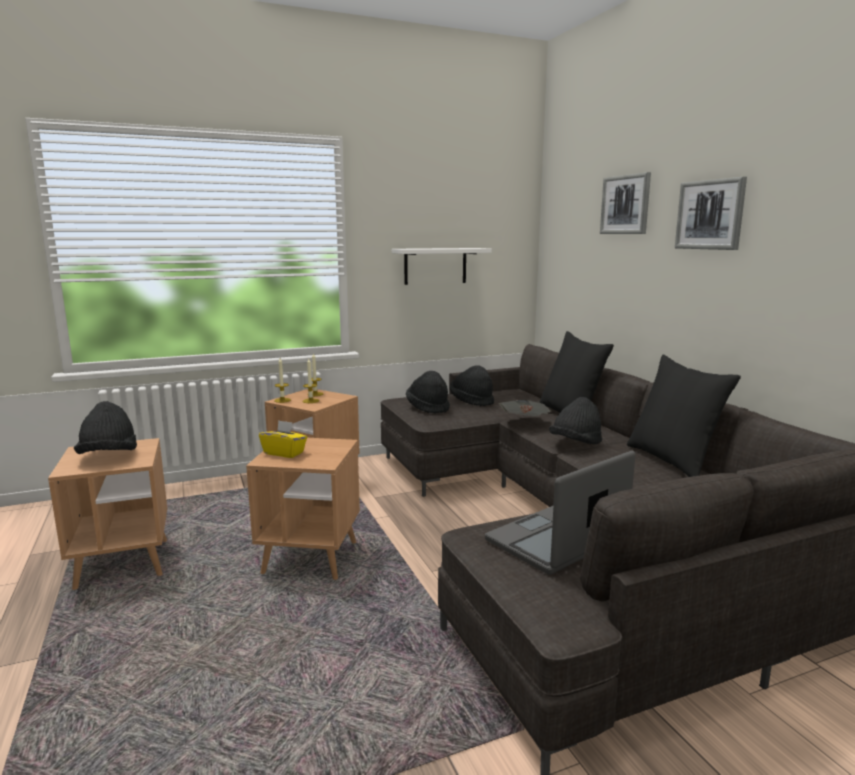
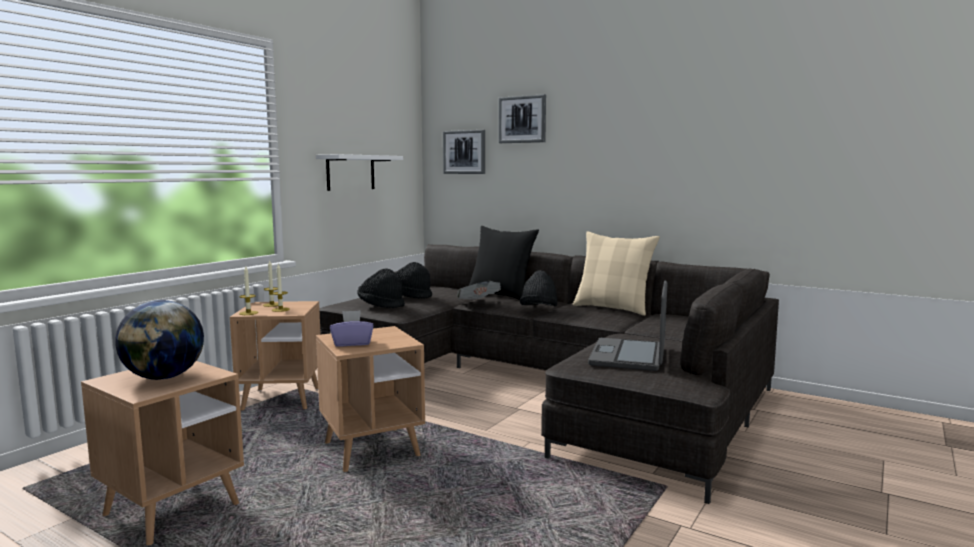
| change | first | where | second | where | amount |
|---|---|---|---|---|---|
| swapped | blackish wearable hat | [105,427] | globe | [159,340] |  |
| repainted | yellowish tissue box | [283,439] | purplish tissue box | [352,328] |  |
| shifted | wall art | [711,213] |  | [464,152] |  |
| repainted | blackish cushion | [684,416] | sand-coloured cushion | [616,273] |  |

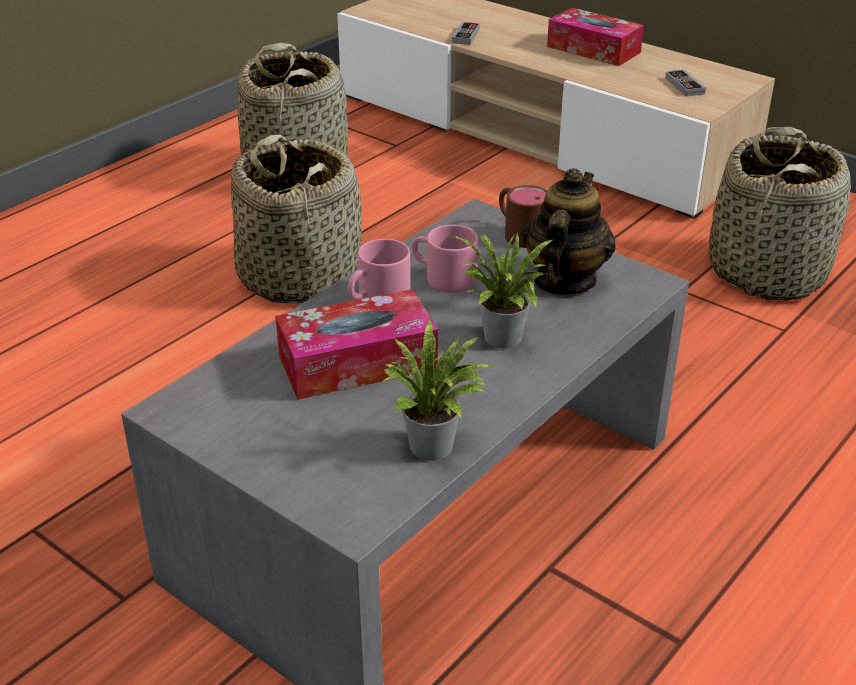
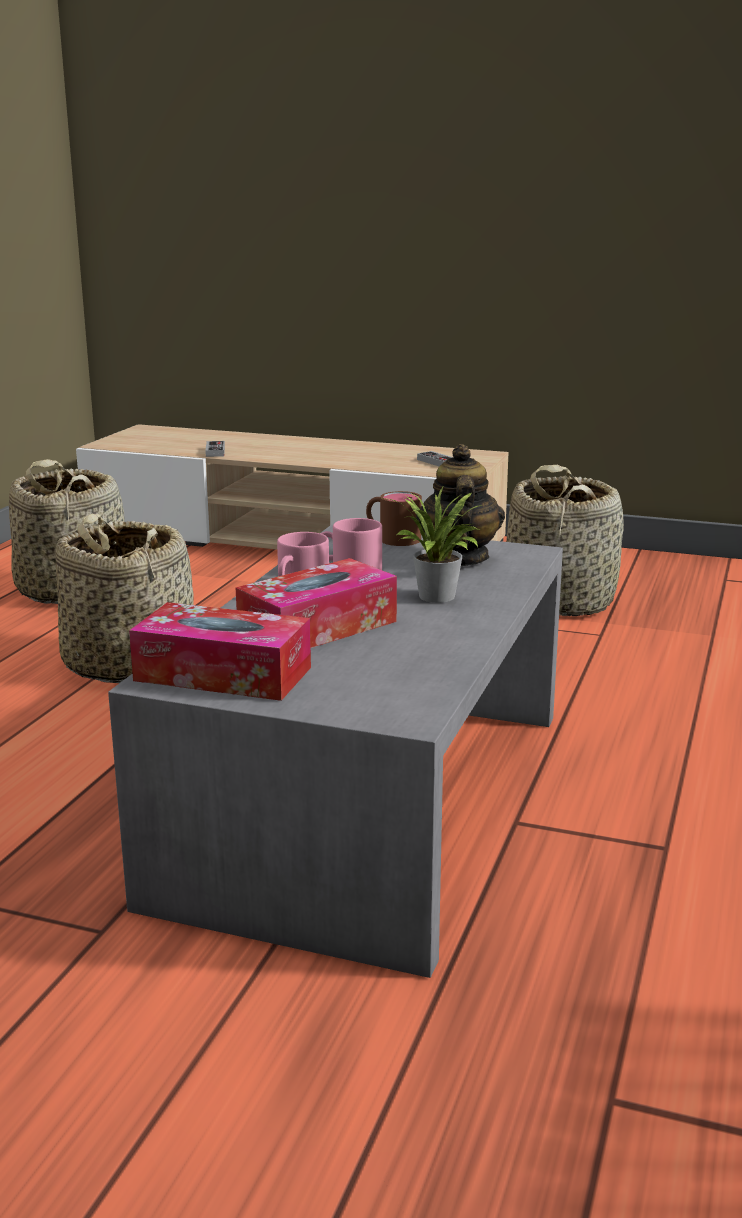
| change | first | where | second | where | amount |
|---|---|---|---|---|---|
| shifted | tissue box | [595,37] |  | [220,651] |  |
| gone | houseplant | [439,389] |  |  |  |

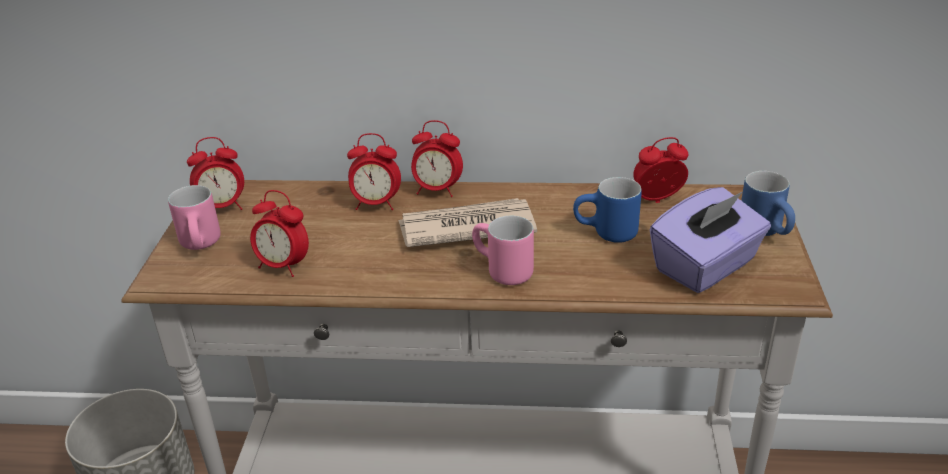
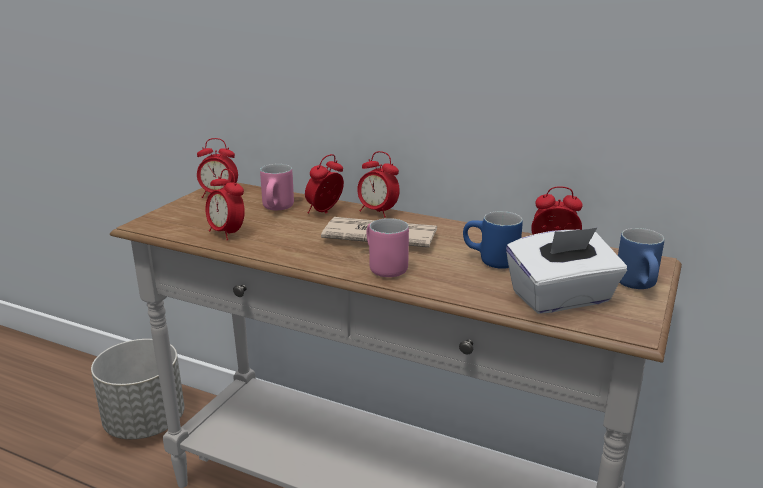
| change | first | where | second | where | amount |
|---|---|---|---|---|---|
| shifted | pink tea mug | [194,217] |  | [277,187] |  |
| rotated | bedside clock | [374,171] |  | [324,184] | 105 degrees clockwise |
| repainted | purplish tissue box | [710,240] | white tissue box | [566,271] |  |

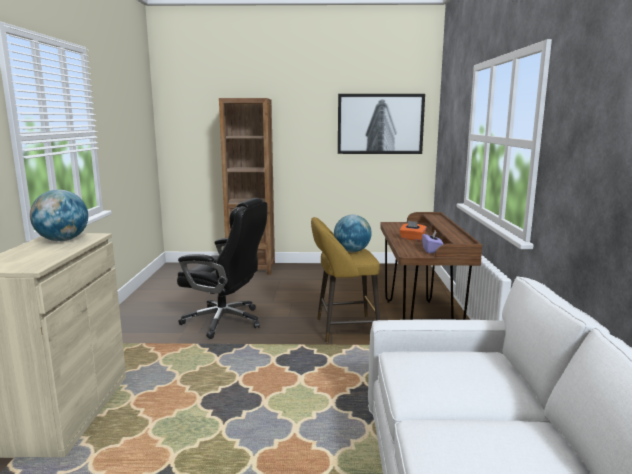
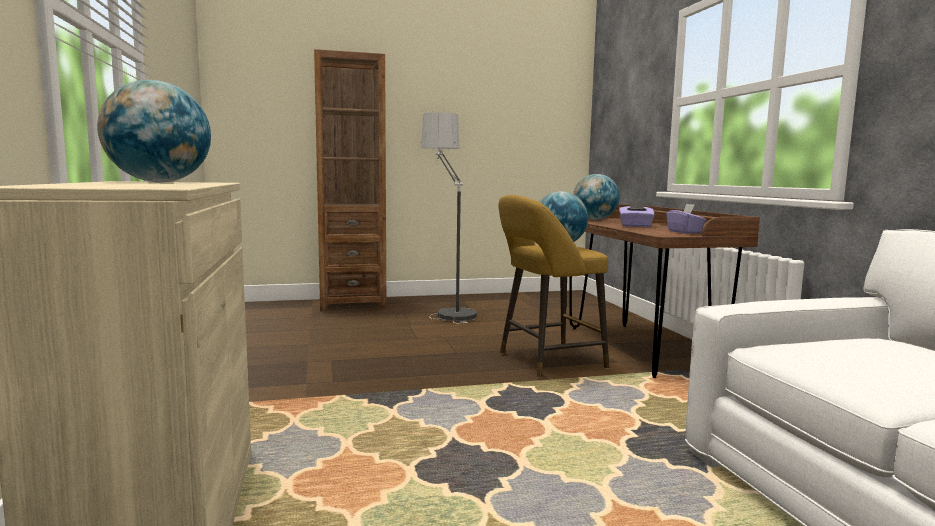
| change | first | where | second | where | amount |
|---|---|---|---|---|---|
| new |  |  | floor lamp | [449,217] |  |
| new |  |  | globe | [596,197] |  |
| repainted | orange-coloured tissue box | [412,231] | purplish tissue box | [637,213] |  |
| gone | blackish office chair | [222,268] |  |  |  |
| gone | wall art | [381,124] |  |  |  |

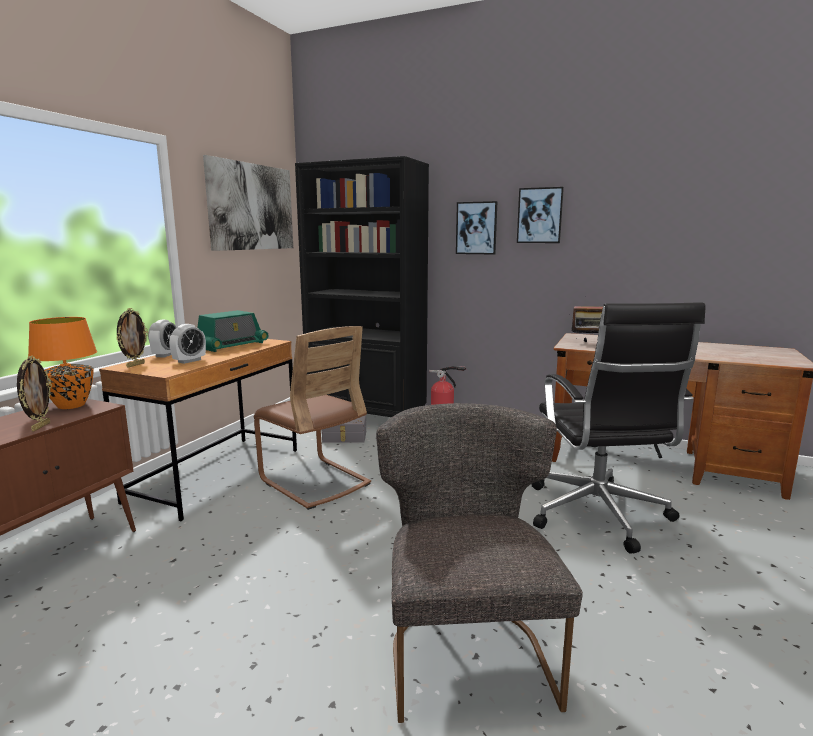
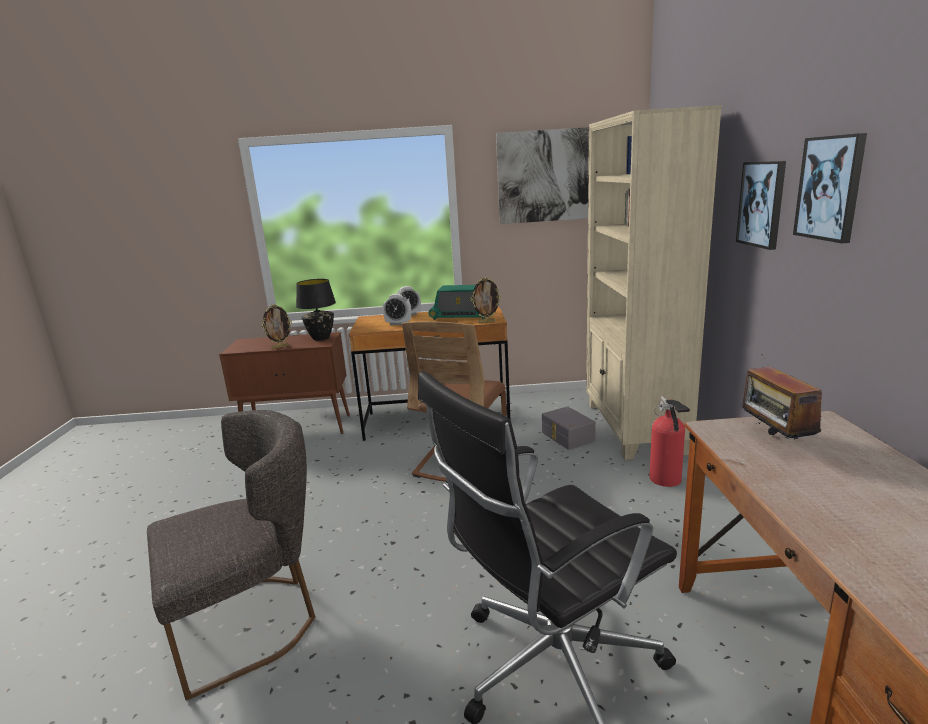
| change | first | where | second | where | amount |
|---|---|---|---|---|---|
| repainted | orange-coloured tabletop lamp | [62,363] | blackish tabletop lamp | [316,310] |  |
| shifted | photo frame | [132,338] |  | [486,300] |  |
| repainted | blackish bookshelf | [362,286] | sand-coloured bookshelf | [654,282] |  |

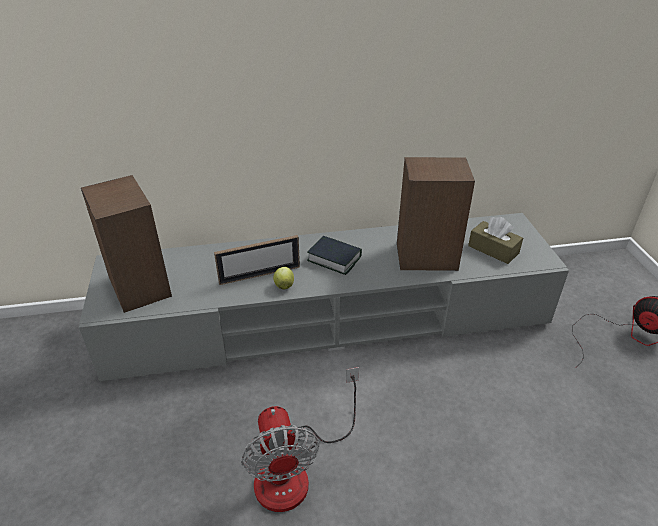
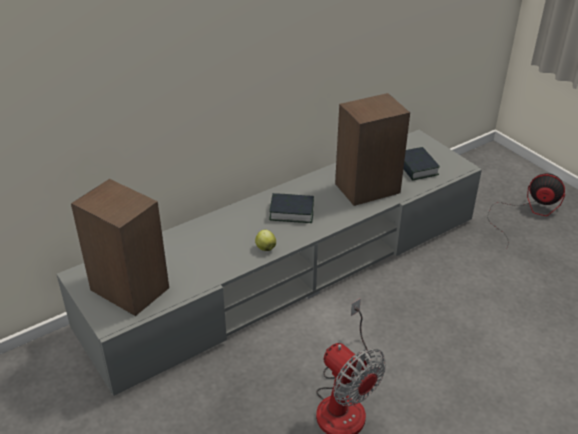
| change | first | where | second | where | amount |
|---|---|---|---|---|---|
| swapped | brown tissue box | [495,240] | bound book | [422,164] |  |
| gone | photo frame | [257,260] |  |  |  |

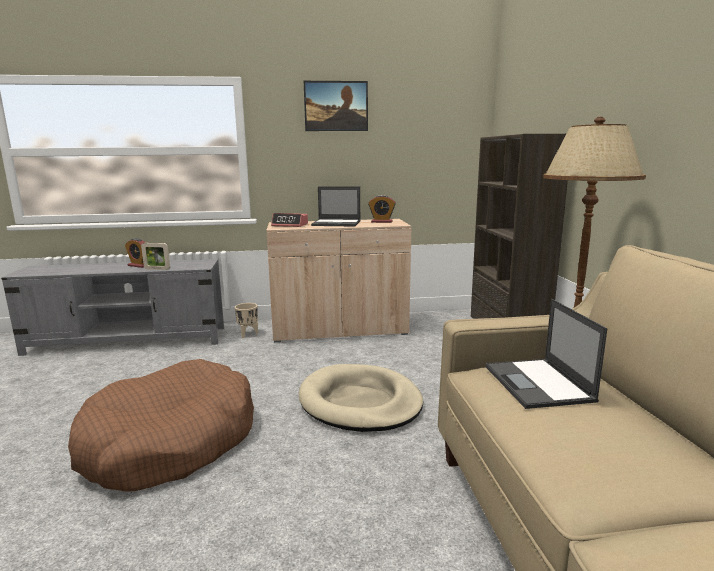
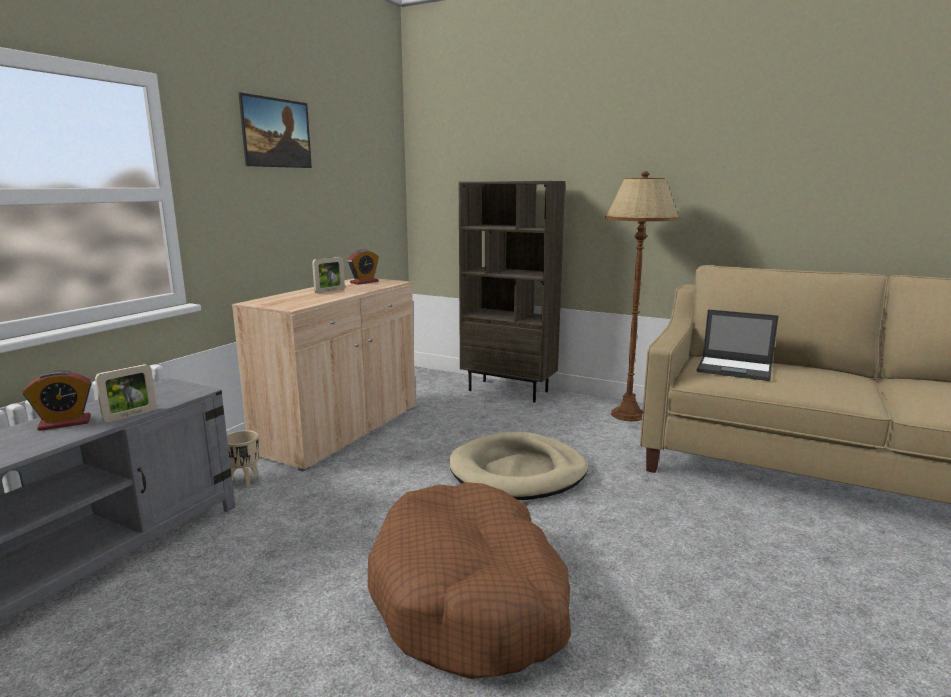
| change | first | where | second | where | amount |
|---|---|---|---|---|---|
| swapped | notebook computer | [336,206] | photo frame | [328,275] |  |
| gone | bedside clock | [289,220] |  |  |  |

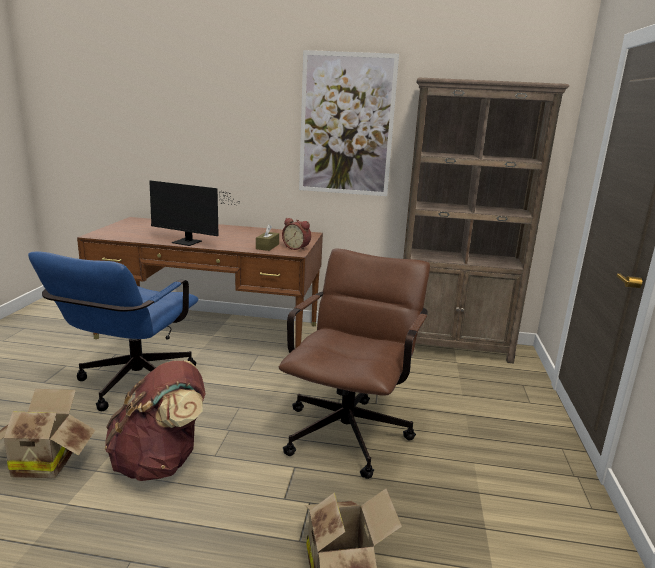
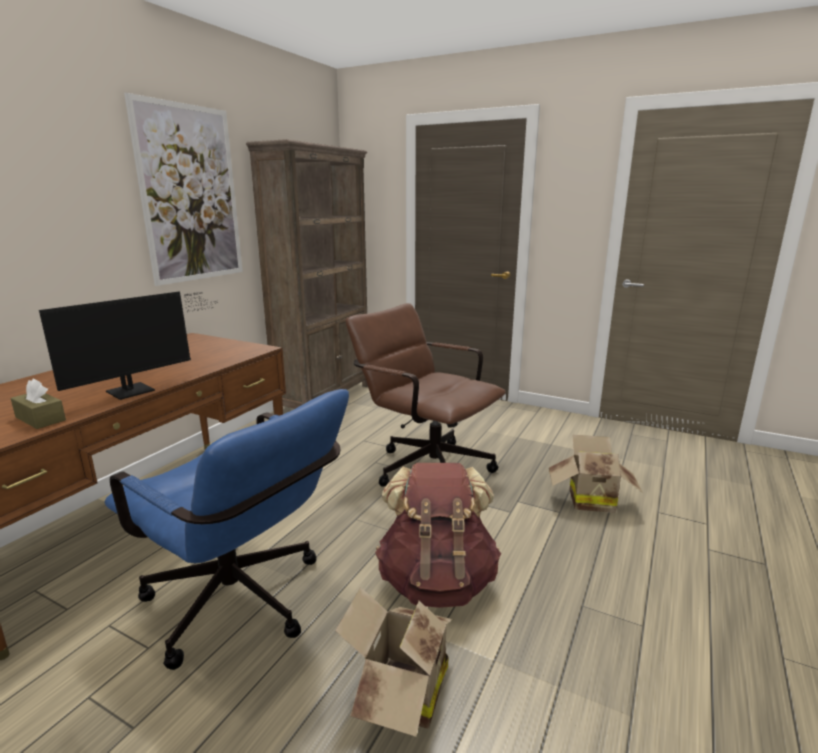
| change | first | where | second | where | amount |
|---|---|---|---|---|---|
| shifted | brown tissue box | [267,237] |  | [38,404] |  |
| gone | bedside clock | [296,234] |  |  |  |

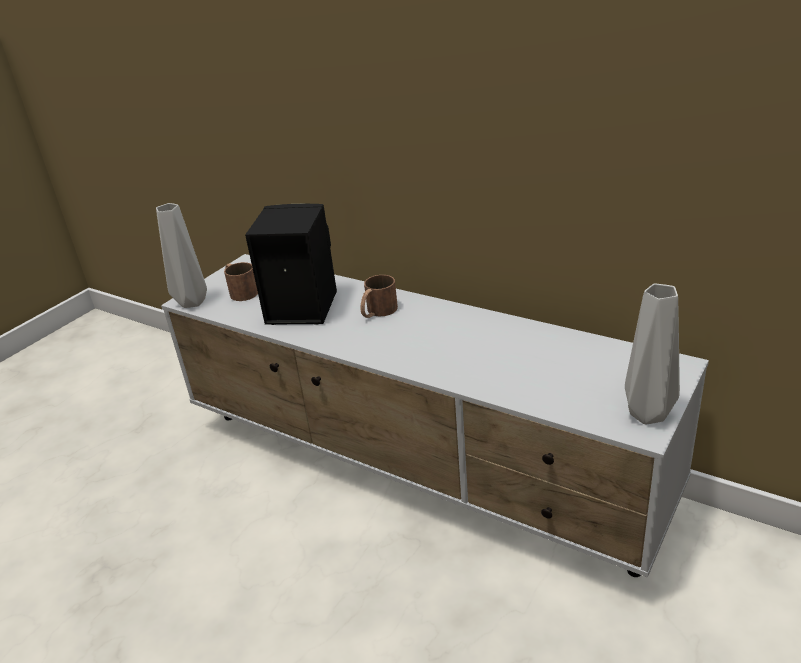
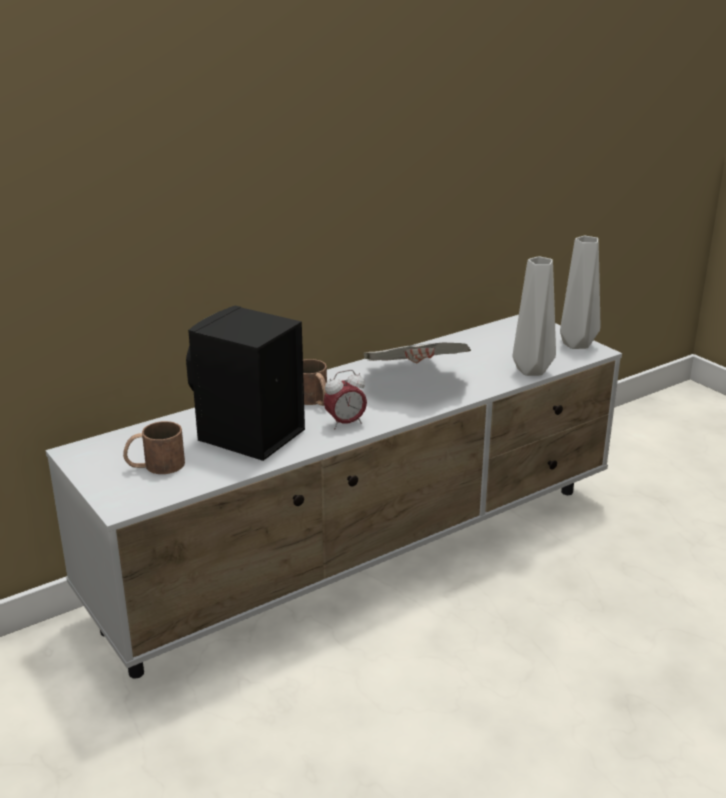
| change | first | where | second | where | amount |
|---|---|---|---|---|---|
| new |  |  | bedside clock | [345,399] |  |
| new |  |  | daily paper | [417,352] |  |
| shifted | grey flower vase | [181,255] |  | [534,316] |  |

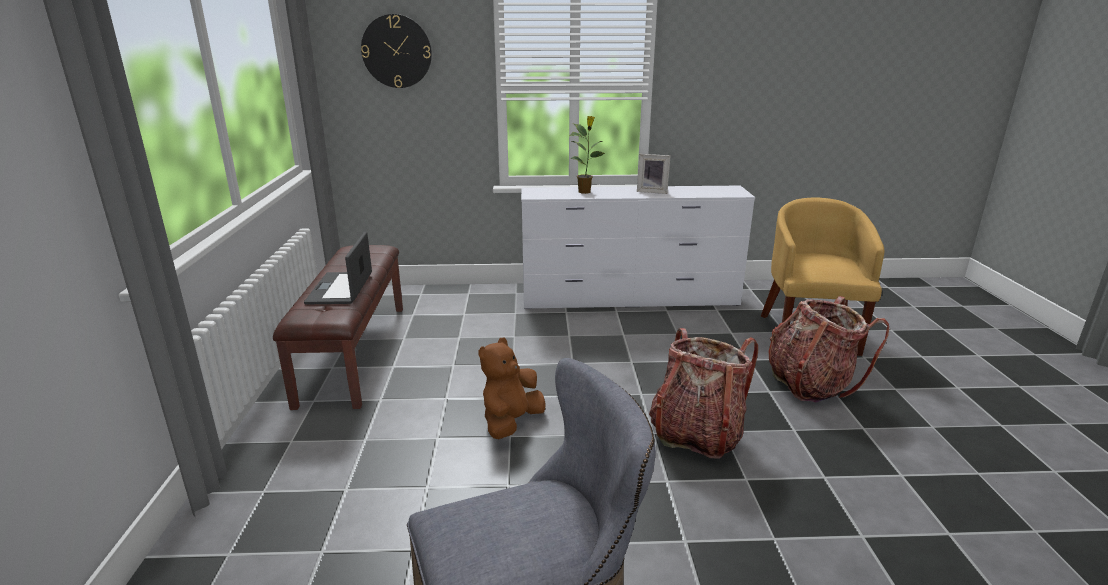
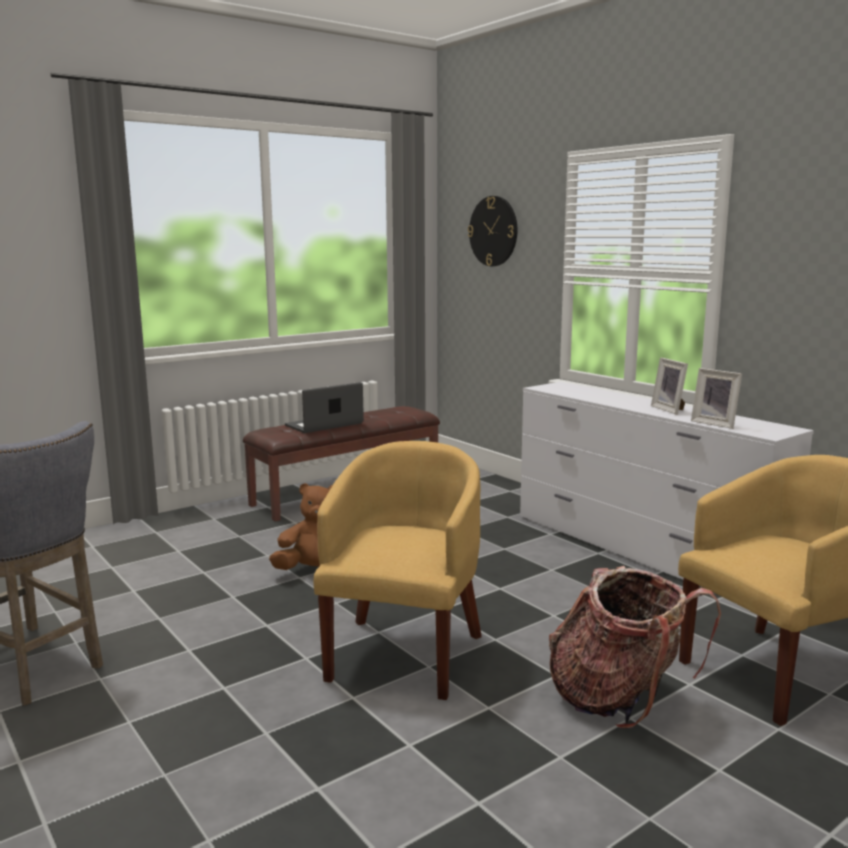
| change | first | where | second | where | amount |
|---|---|---|---|---|---|
| swapped | backpack | [703,393] | yellowish easy chair | [398,570] |  |
| new |  |  | photo frame | [716,398] |  |
| gone | houseplant | [588,155] |  |  |  |

